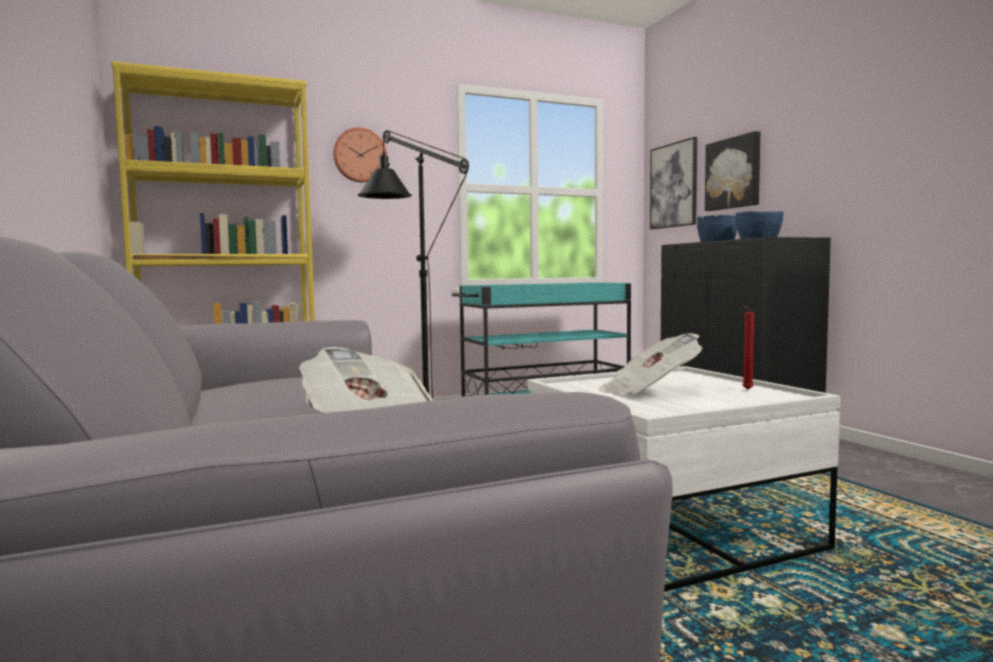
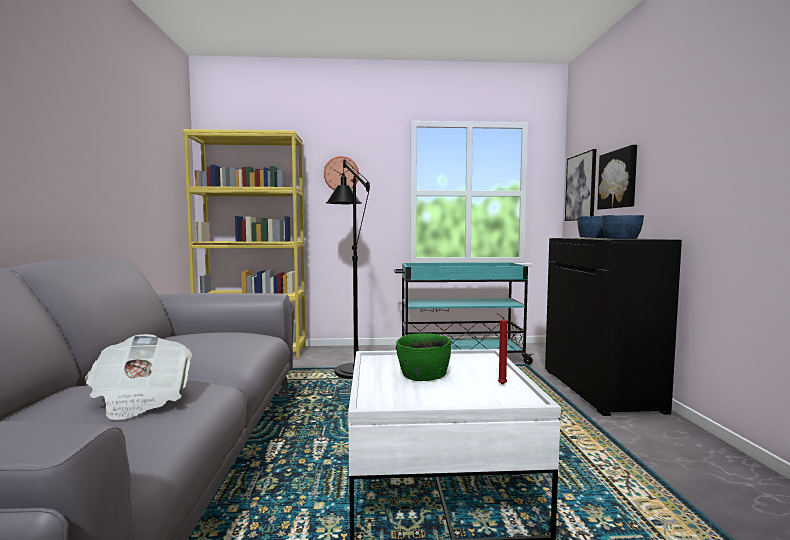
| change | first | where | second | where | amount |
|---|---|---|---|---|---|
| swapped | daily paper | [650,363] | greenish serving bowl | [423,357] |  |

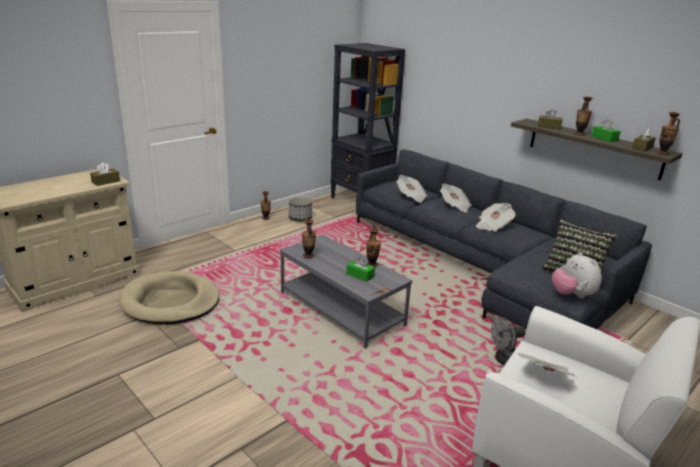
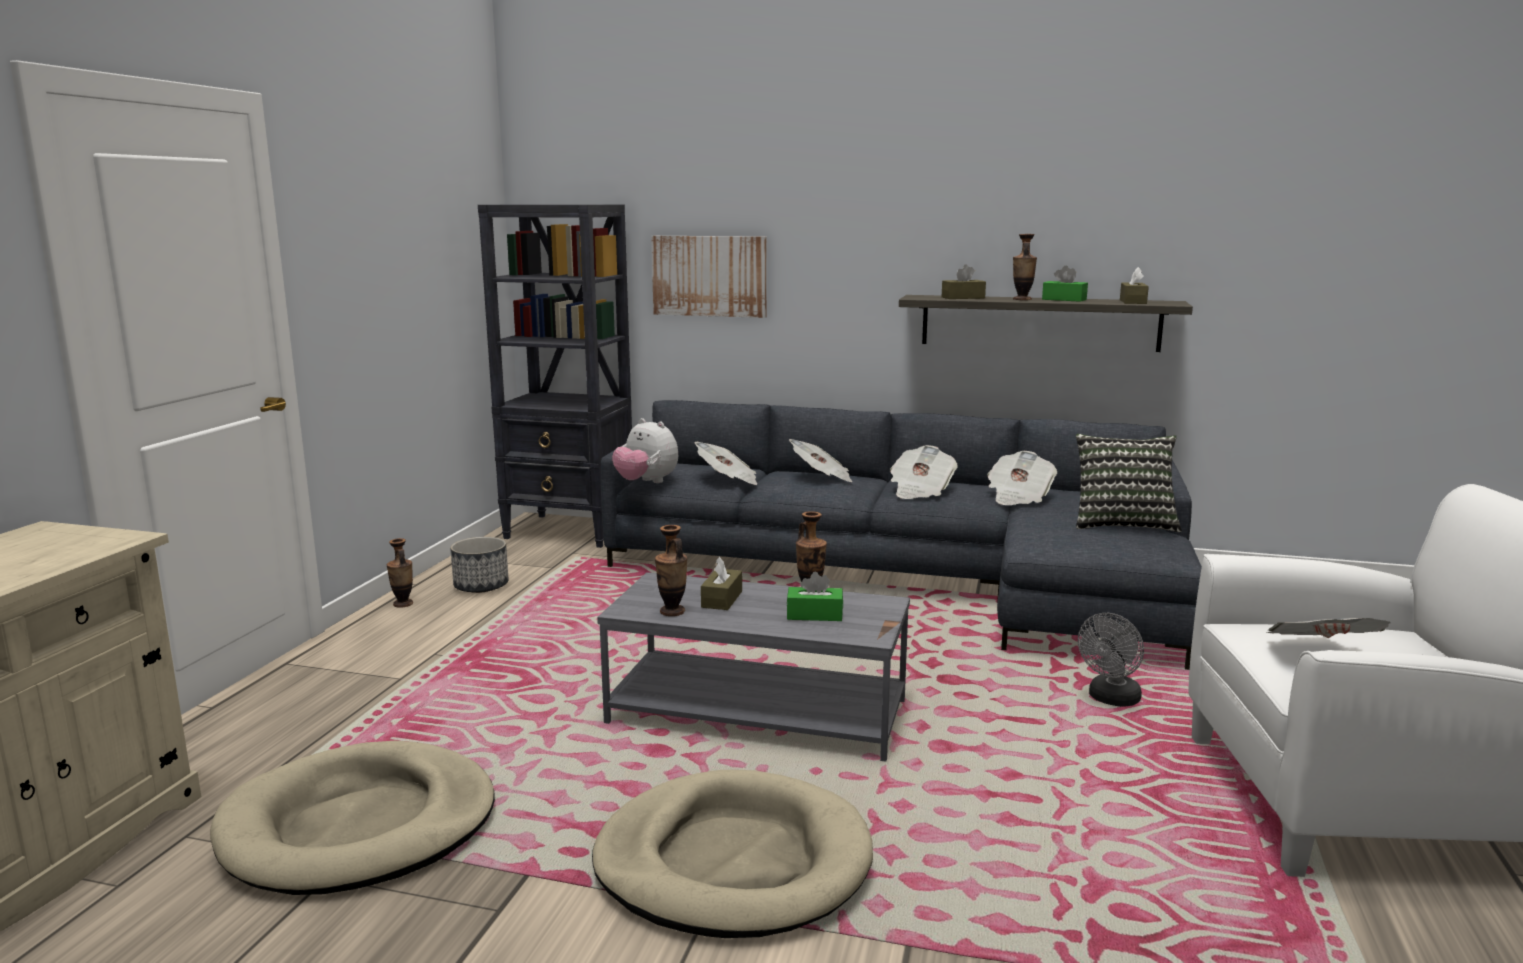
| change | first | where | second | where | amount |
|---|---|---|---|---|---|
| new |  |  | sand-coloured dog cushion | [732,854] |  |
| shifted | cuddly toy | [577,275] |  | [645,450] |  |
| new |  |  | wall art | [709,277] |  |
| shifted | brown tissue box | [105,174] |  | [721,583] |  |
| new |  |  | daily paper | [1022,478] |  |
| gone | flower vase | [668,133] |  |  |  |

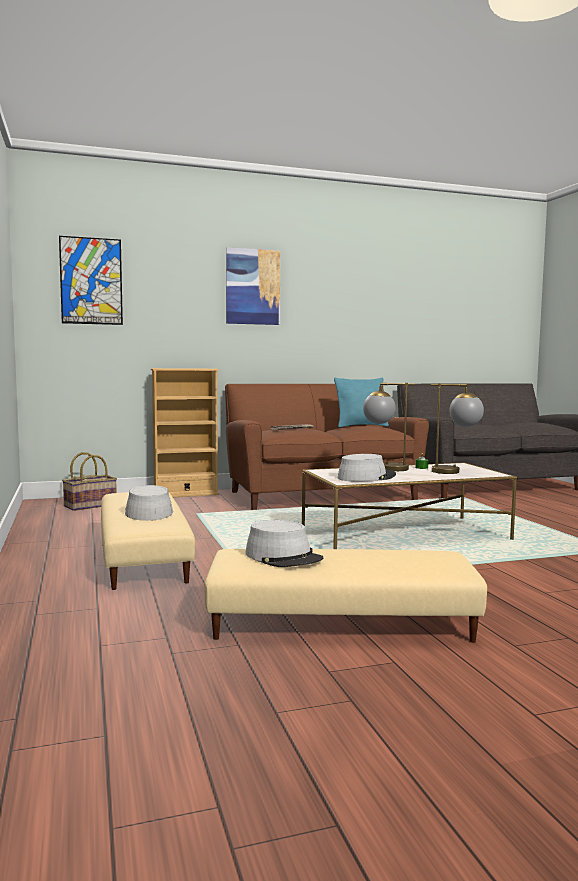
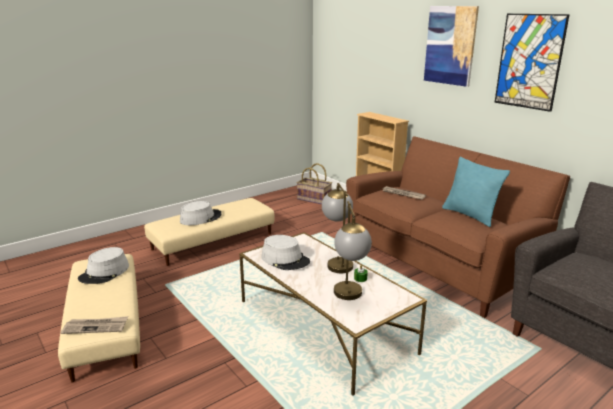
| change | first | where | second | where | amount |
|---|---|---|---|---|---|
| new |  |  | daily paper | [94,325] |  |
| shifted | wall art | [91,280] |  | [532,63] |  |

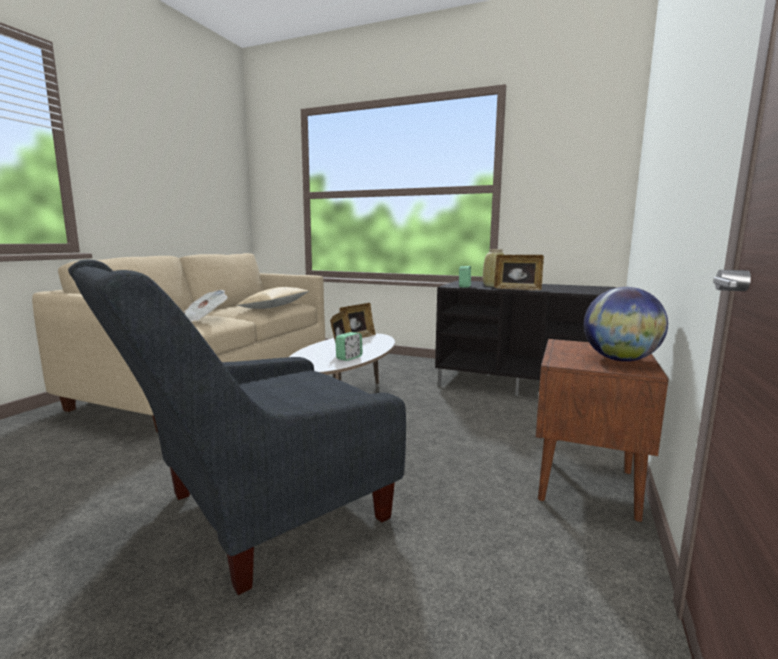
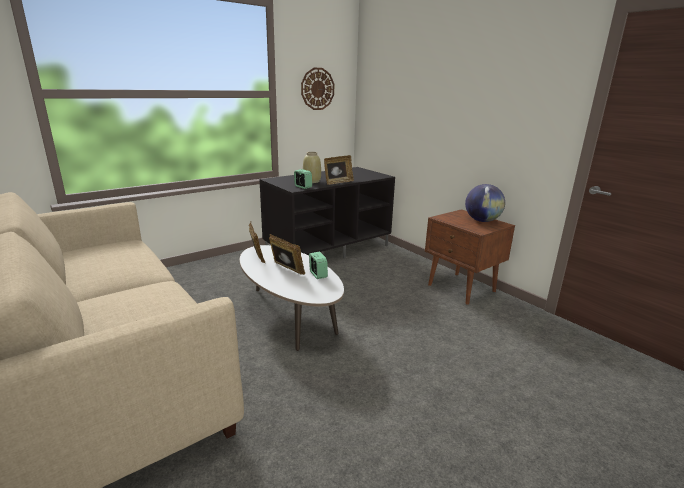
| change | first | where | second | where | amount |
|---|---|---|---|---|---|
| new |  |  | wall clock | [317,89] |  |
| gone | grey easy chair | [237,427] |  |  |  |
| gone | daily paper | [206,306] |  |  |  |
| gone | sand-coloured cushion | [273,298] |  |  |  |

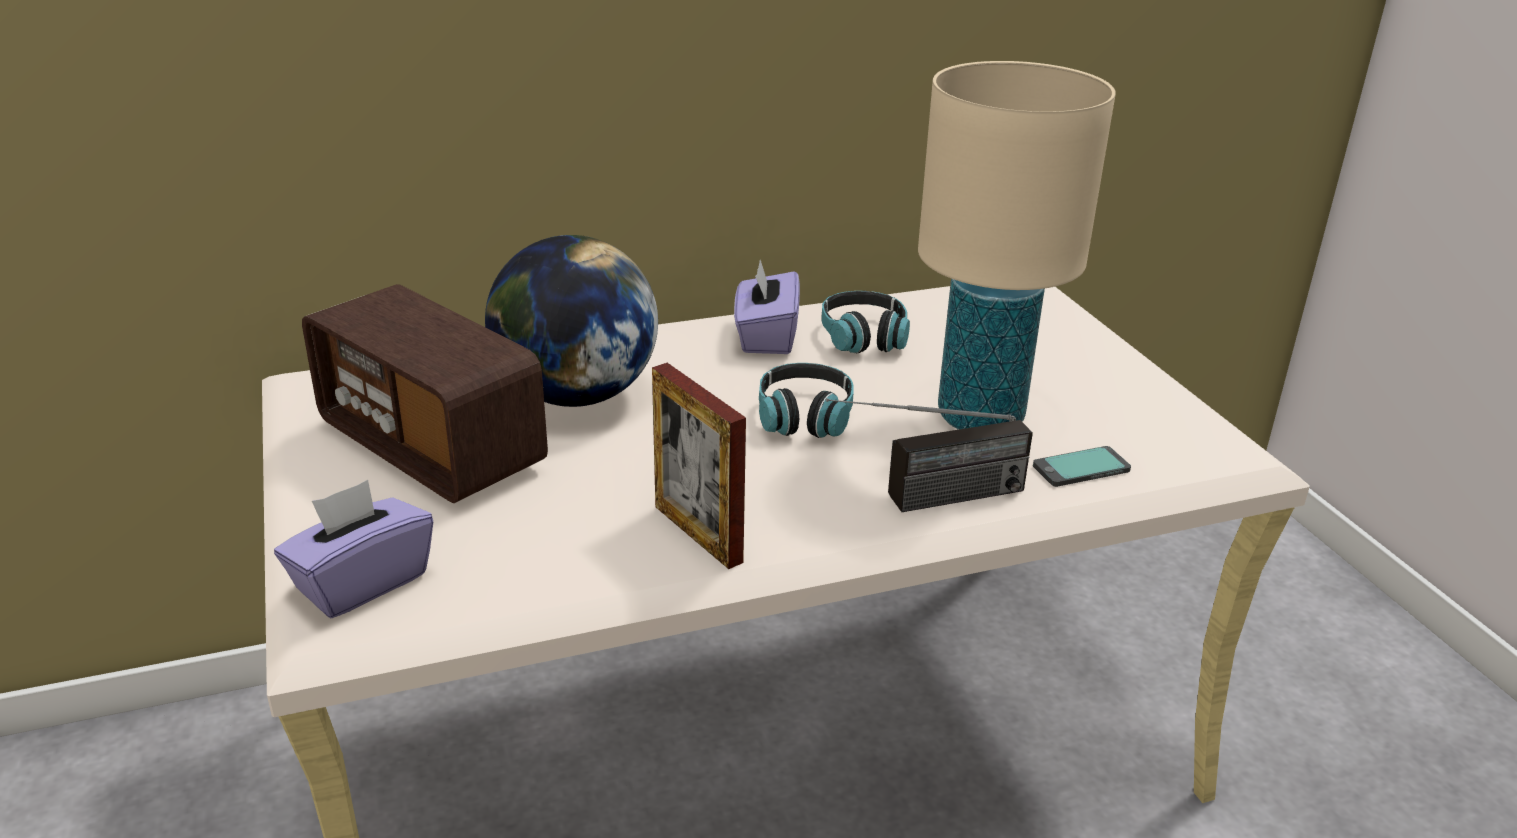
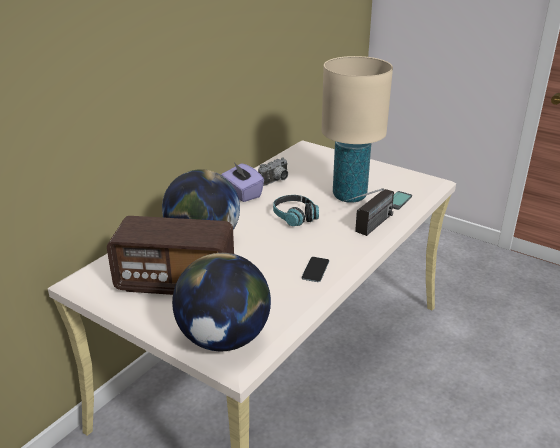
| change | first | where | second | where | amount |
|---|---|---|---|---|---|
| swapped | purplish tissue box | [353,549] | globe | [221,302] |  |
| swapped | pair of headphones | [866,322] | photo camera | [273,171] |  |
| swapped | photo frame | [699,466] | phone | [315,269] |  |

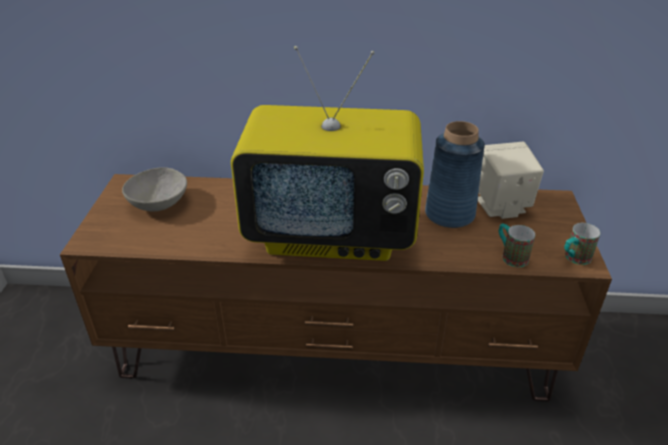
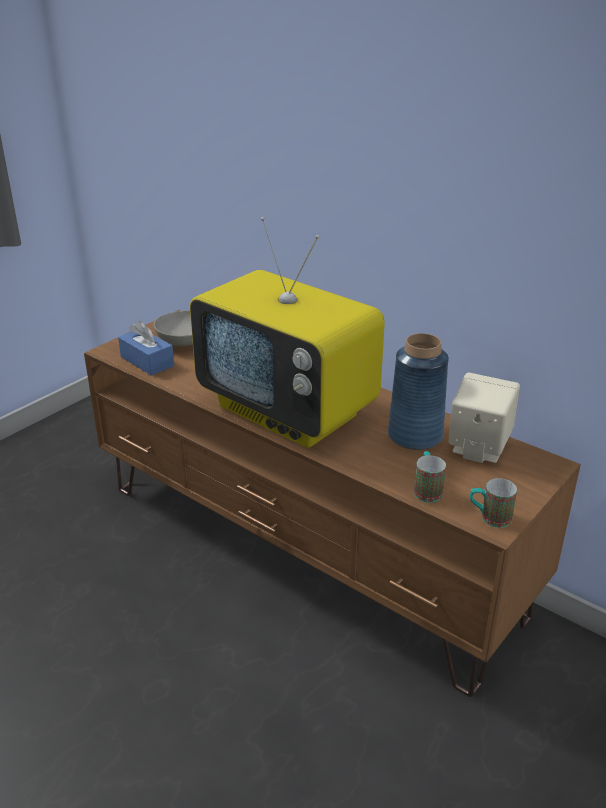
| change | first | where | second | where | amount |
|---|---|---|---|---|---|
| new |  |  | bluish tissue box | [146,348] |  |

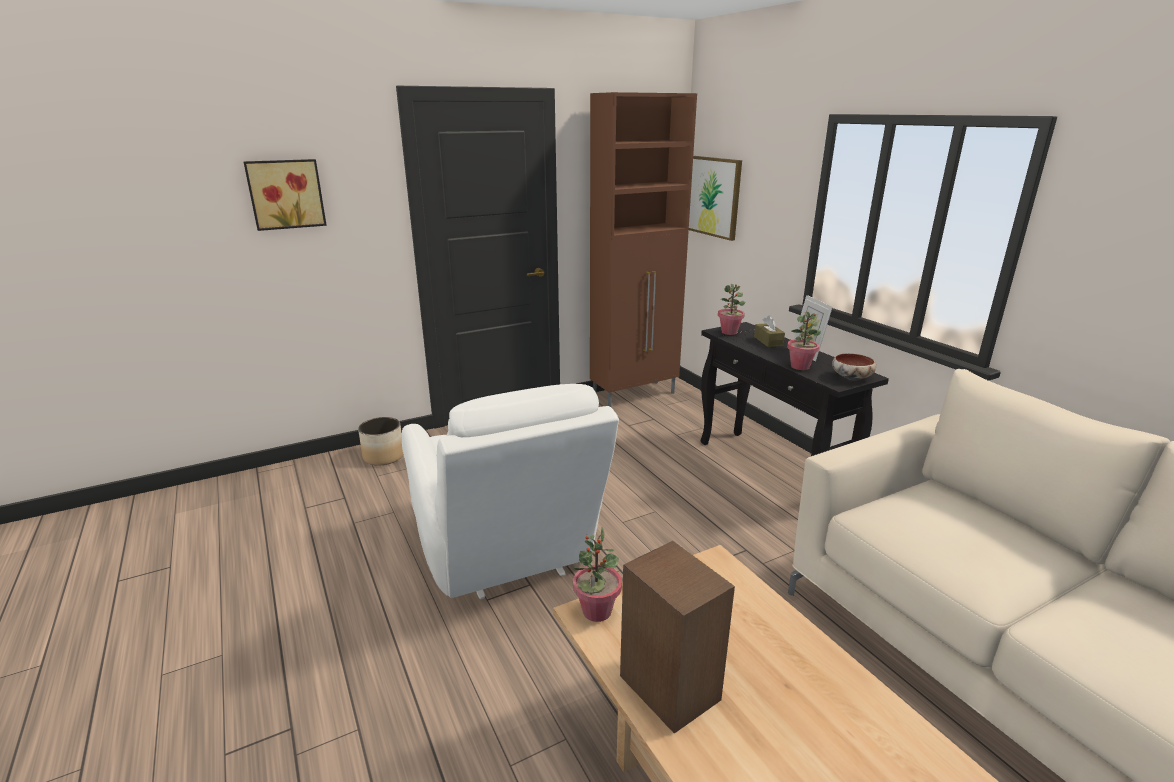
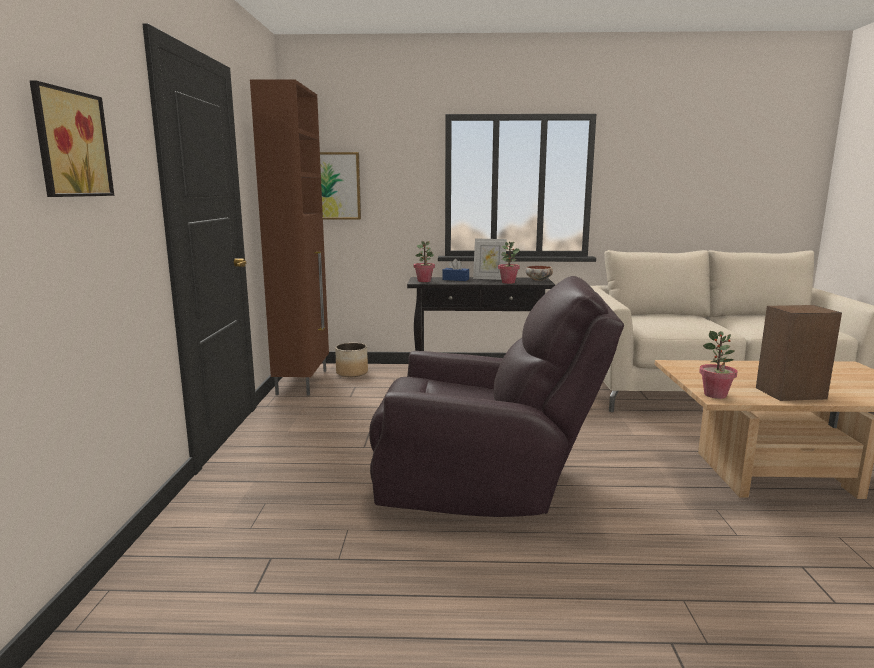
| change | first | where | second | where | amount |
|---|---|---|---|---|---|
| shifted | flower pot | [381,441] |  | [351,360] |  |
| repainted | white easy chair | [510,491] | brown easy chair | [496,396] |  |
| repainted | brown tissue box | [769,331] | bluish tissue box | [455,270] |  |

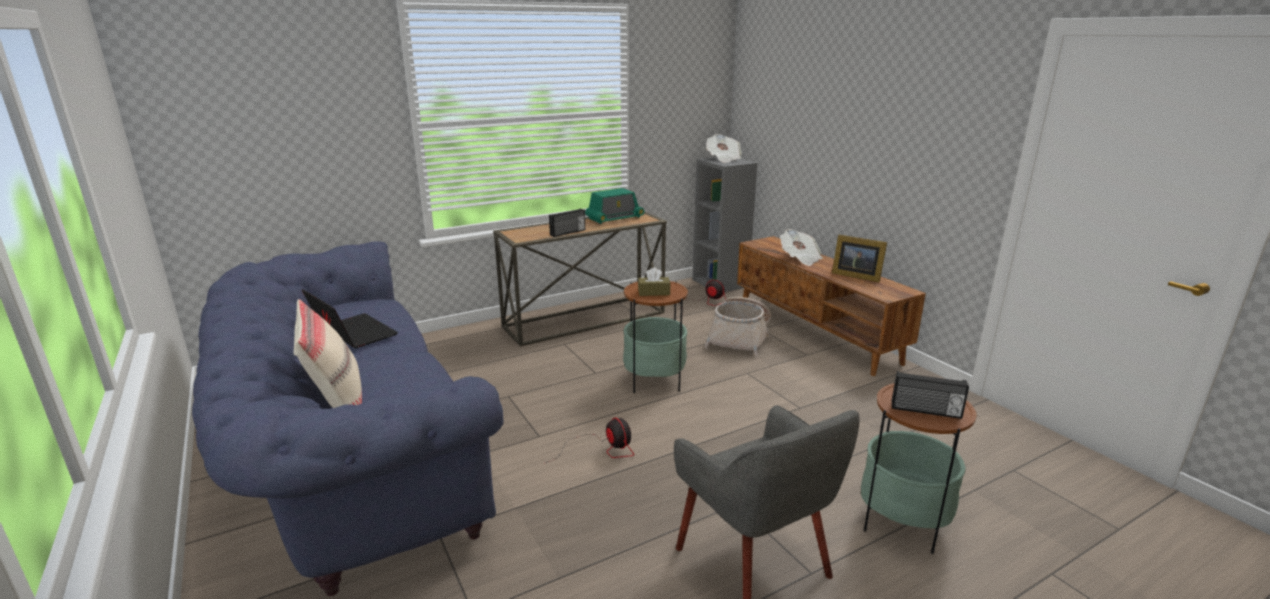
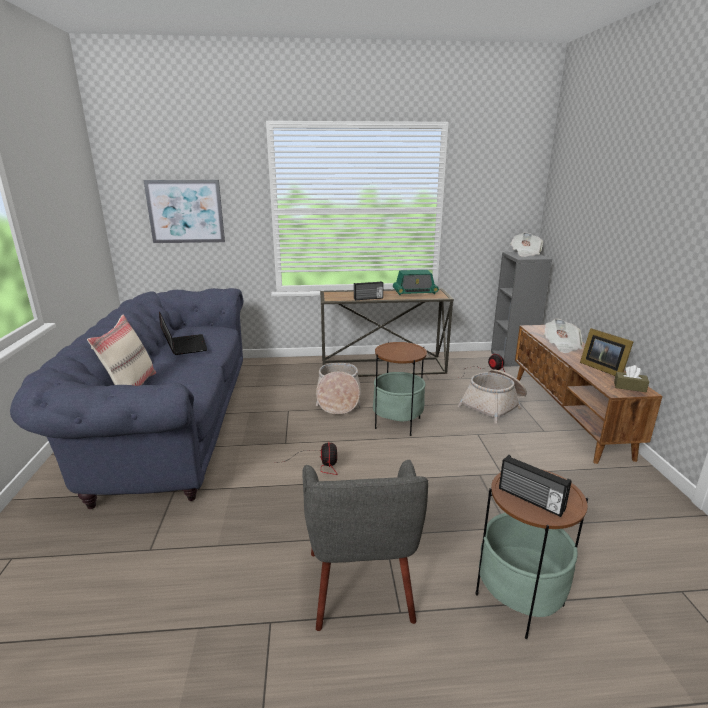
| change | first | where | second | where | amount |
|---|---|---|---|---|---|
| new |  |  | wall art | [184,211] |  |
| new |  |  | household basket | [338,389] |  |
| shifted | brown tissue box | [654,281] |  | [631,378] |  |

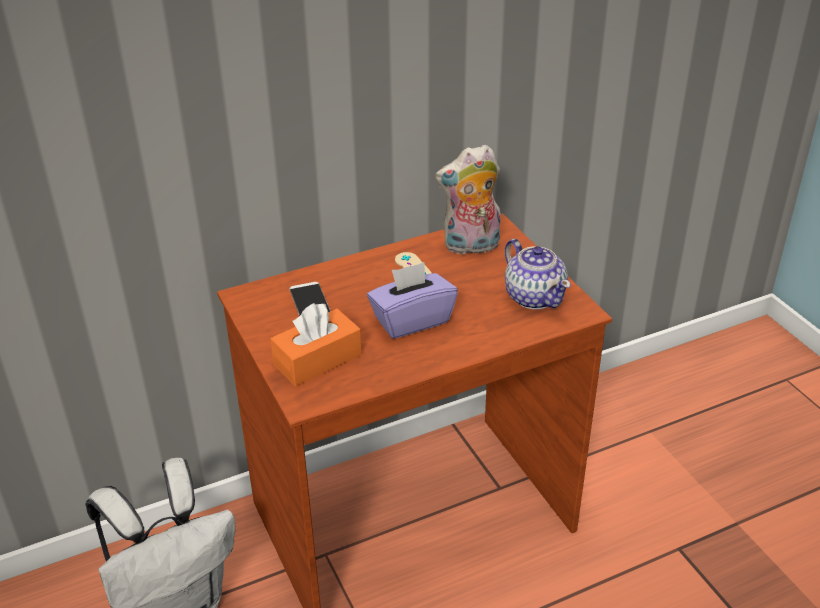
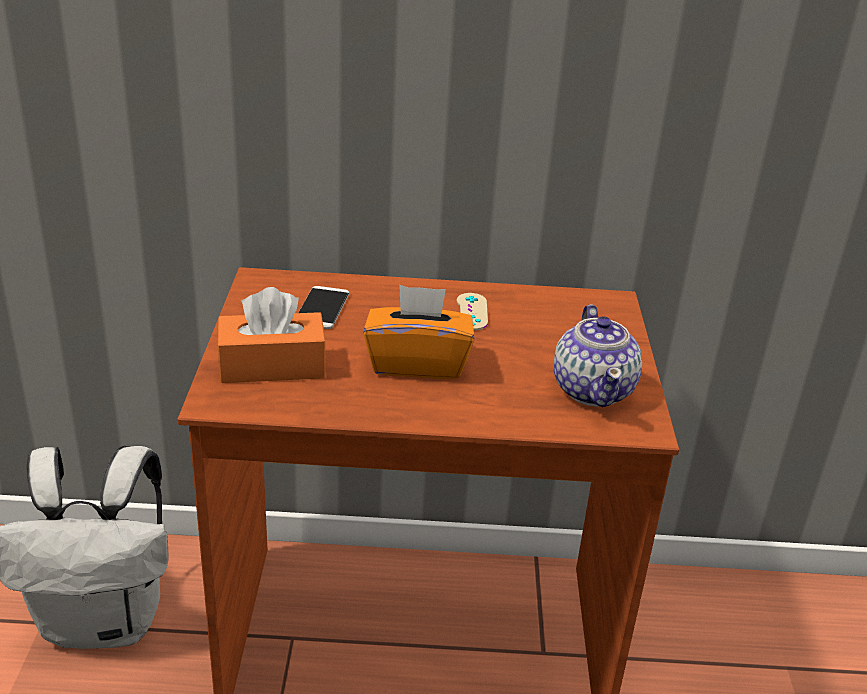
| change | first | where | second | where | amount |
|---|---|---|---|---|---|
| repainted | purplish tissue box | [412,300] | orange-coloured tissue box | [418,332] |  |
| gone | cuddly toy | [468,200] |  |  |  |

